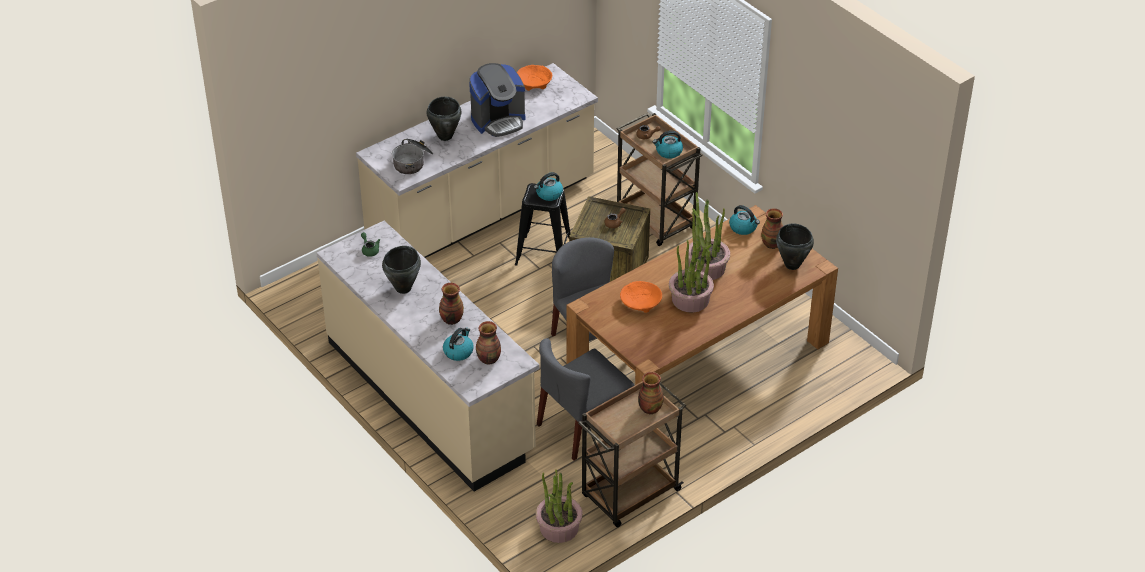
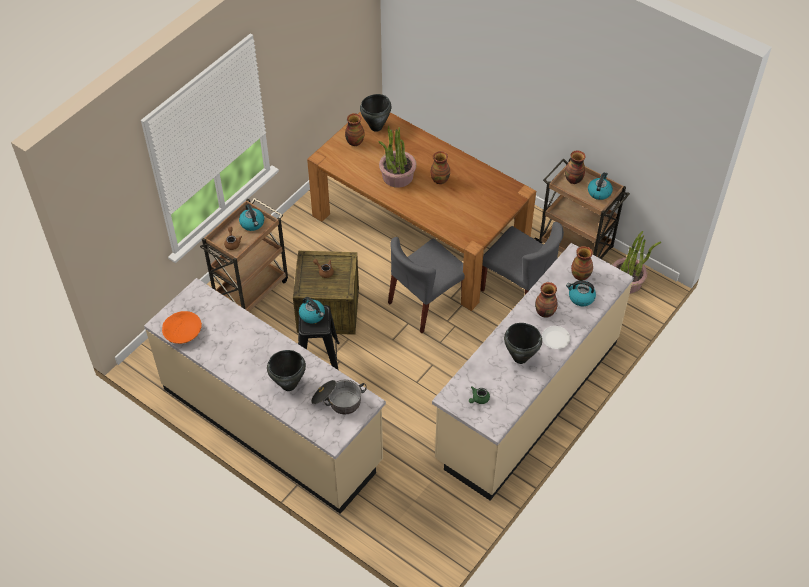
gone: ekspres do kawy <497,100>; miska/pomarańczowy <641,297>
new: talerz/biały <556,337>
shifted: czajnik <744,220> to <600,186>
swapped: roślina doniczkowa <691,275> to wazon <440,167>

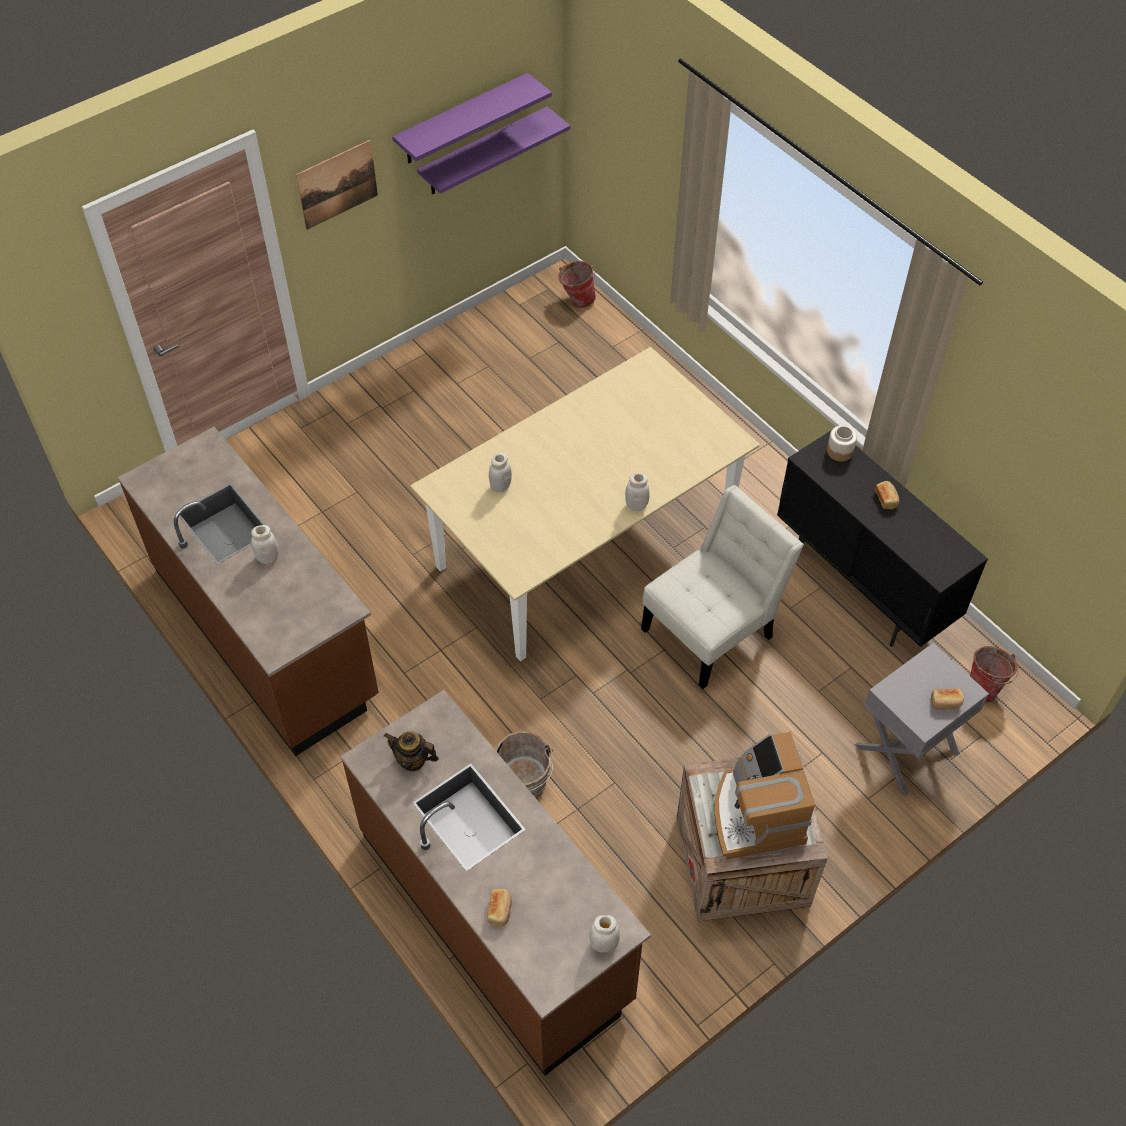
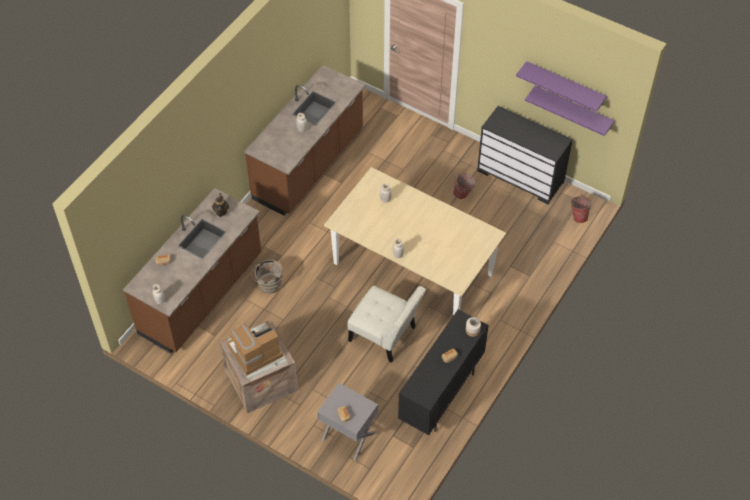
gone: obraz <337,185>
new: komoda/czarny <525,155>
shifted: wiadro <994,674> to <464,186>

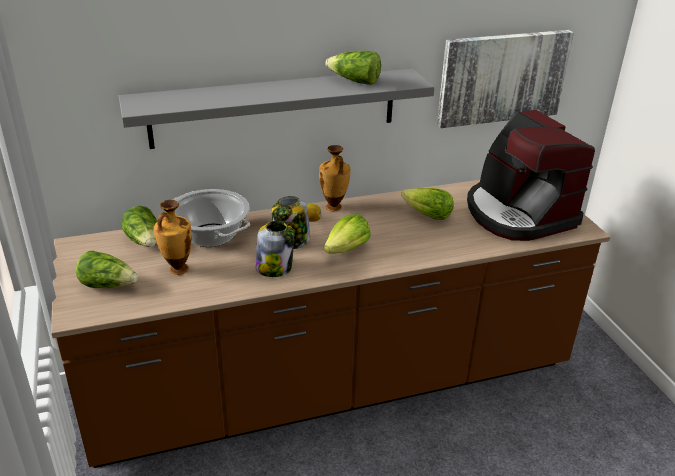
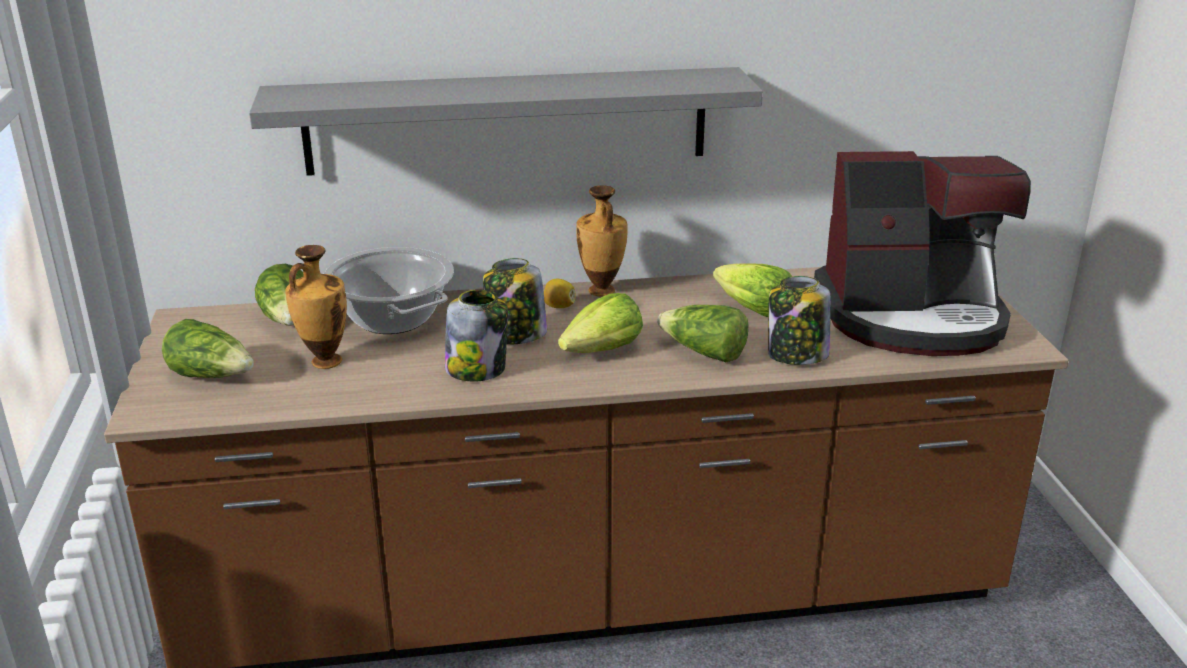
gone: obraz <505,79>
new: słoik <799,320>
shifted: sałata <353,68> to <702,333>
rotated: ekspres do kawy <531,175> = <922,253> 75 degrees counterclockwise

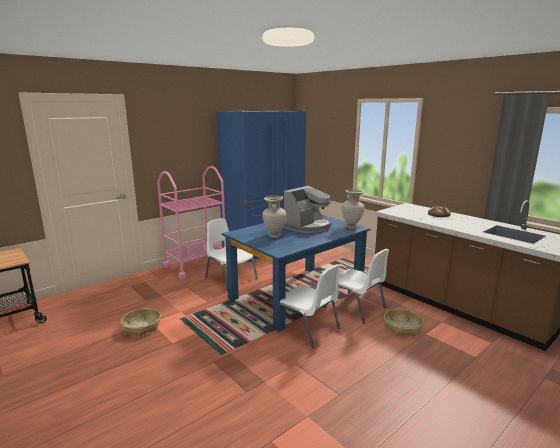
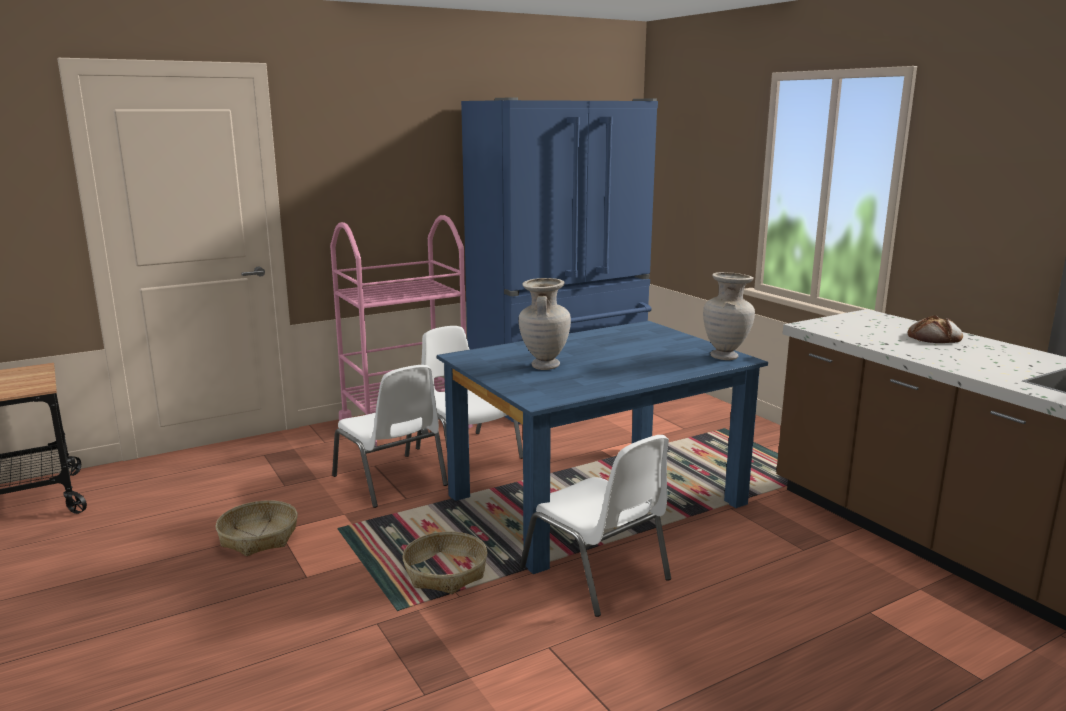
gone: ekspres do kawy <307,209>
shifted: krzesło/biały <356,286> to <390,436>; koszyk <404,322> to <445,563>

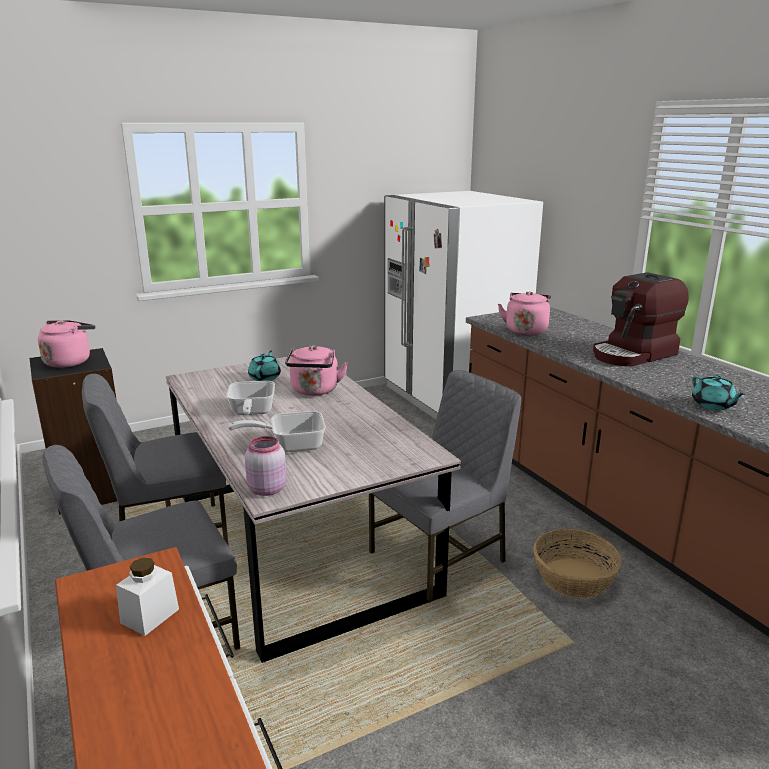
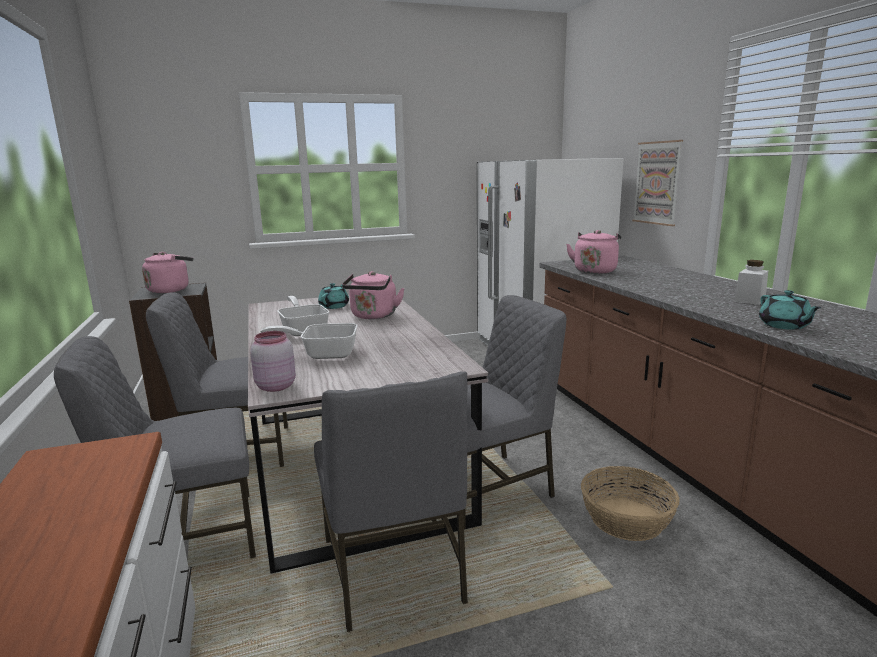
gone: ekspres do kawy <641,319>
new: krzesło/szary <391,501>; obraz <657,183>
shifted: słoik/biały <147,597> to <751,282>
rotated: patelnia <250,398> = <303,316> 150 degrees clockwise

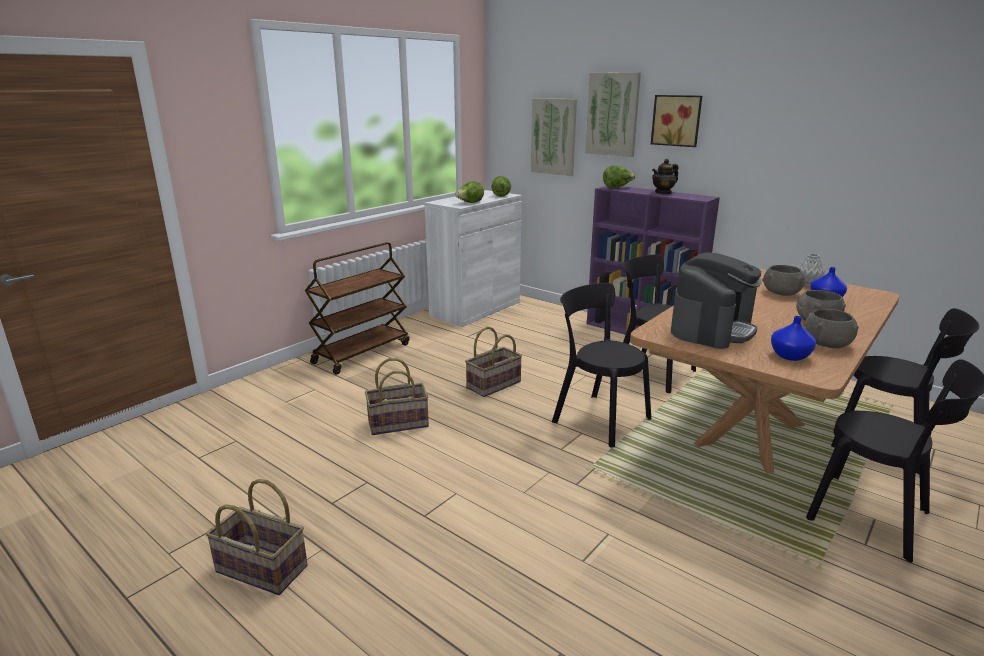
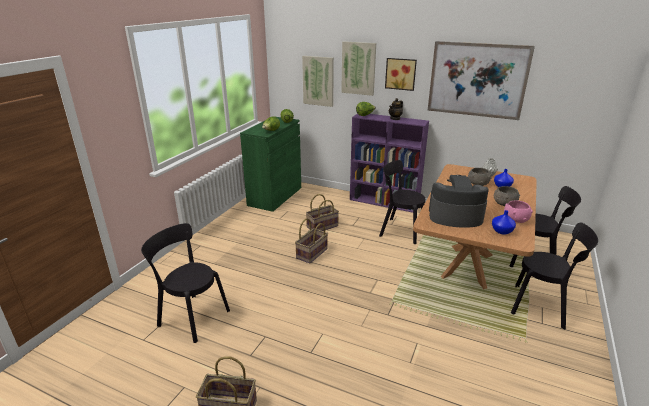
gone: wózek/brązowy <357,308>
new: obraz <481,80>
shifted: krzesło/czarny <601,365> to <185,283>; koszyk <397,396> to <322,212>
repainted: szafka/biały <473,258> to szafka/zielony <270,164>; miska/szary <831,328> to miska/różowy <518,211>
rotated: ekspres do kawy <716,300> = <459,201> 105 degrees counterclockwise

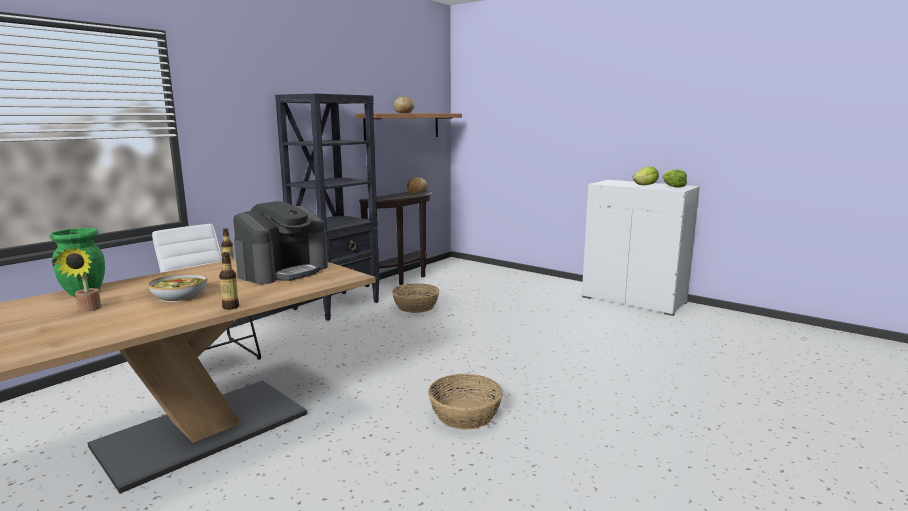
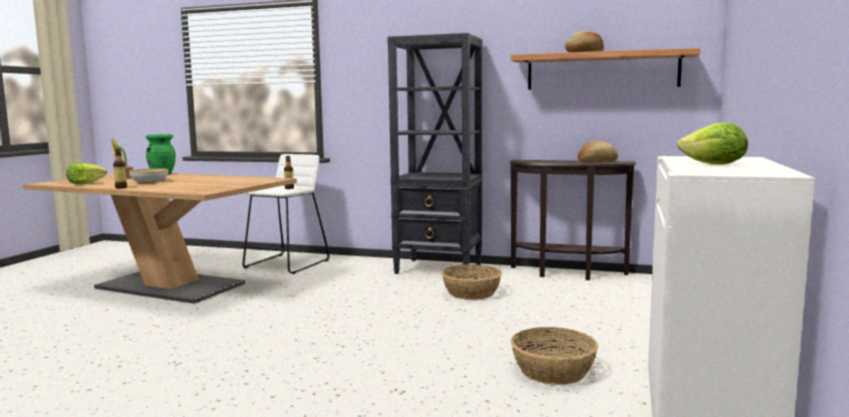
gone: ekspres do kawy <280,242>
shifted: sałata <675,178> to <86,173>; koszyk <465,402> to <554,356>

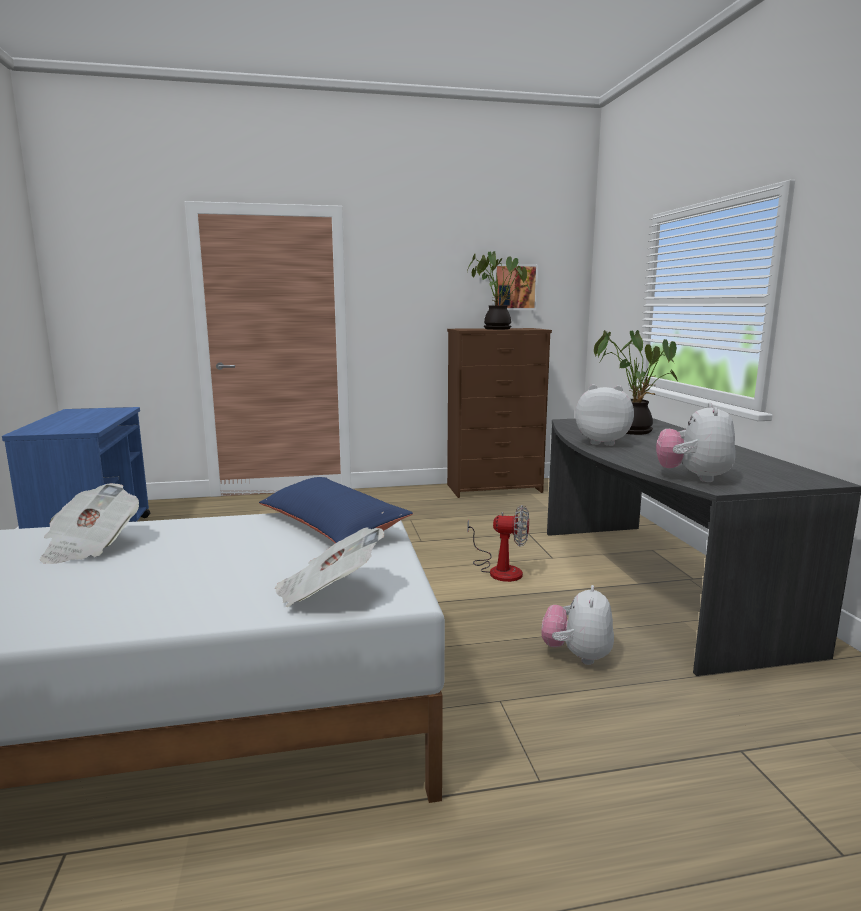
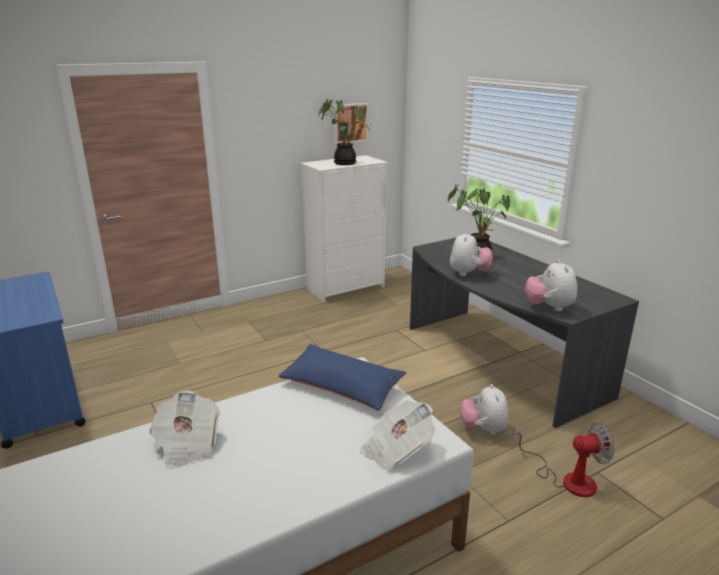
shifted: wentylator <498,543> to <564,459>
repainted: komoda/brązowy <499,413> to komoda/biały <344,228>
rotated: pluszak <604,415> = <471,253> 105 degrees clockwise

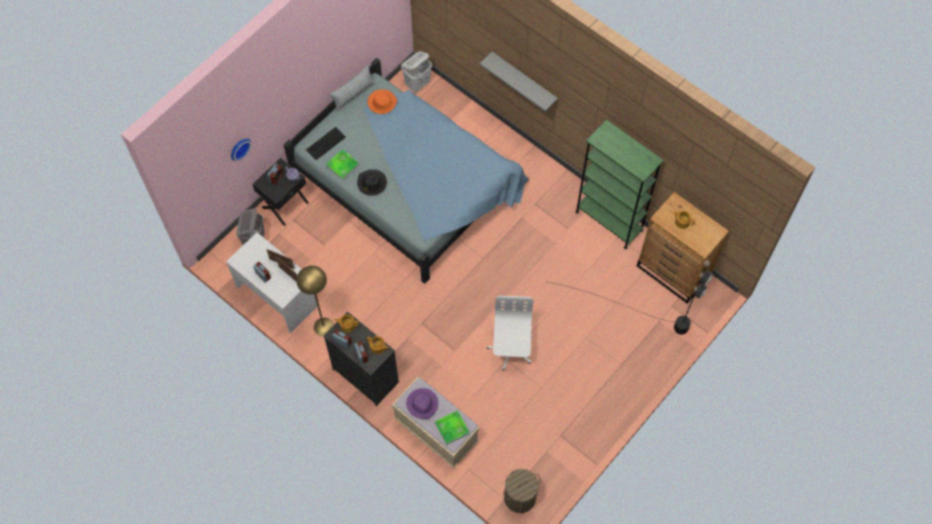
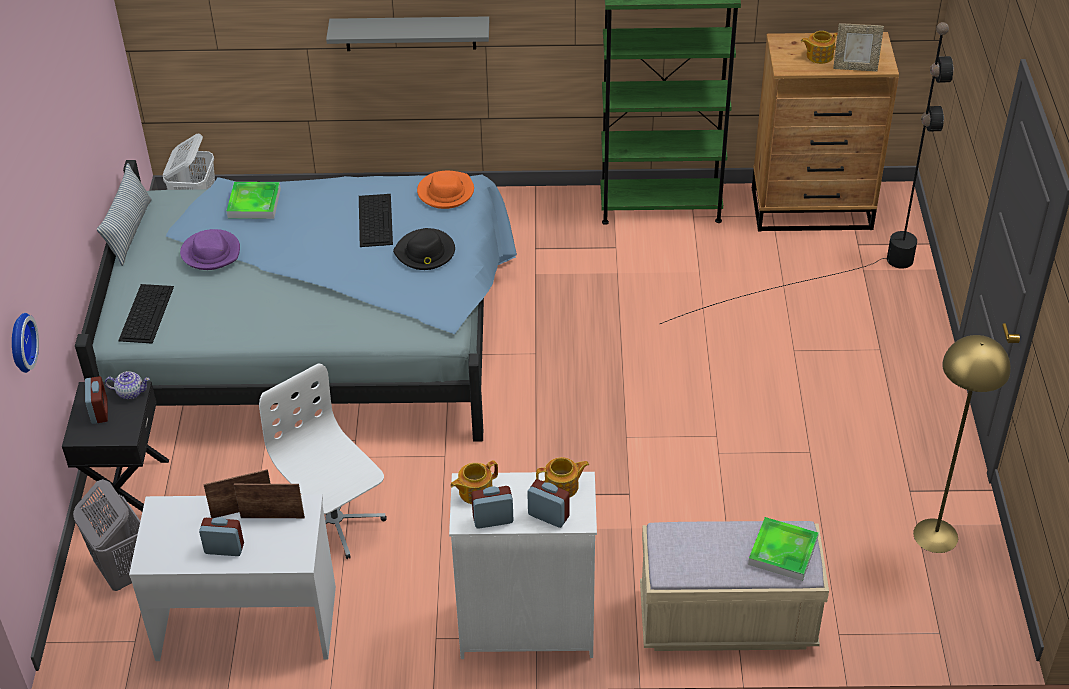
gone: kosz na pranie <522,491>
new: klawiatura <376,220>; ramka na zdjęcie <858,47>
shifted: kapelusz/fioletowy <422,403> to <210,249>; taca <343,164> to <254,200>; krzesło biurowe/biały <510,333> to <323,461>; kapelusz/czarny <372,182> to <424,249>; kapelusz/pomarańczowy <382,101> to <445,190>; lampa stojąca/żółty <315,301> to <962,444>
repainted: komoda/czarny <361,359> to komoda/biały <523,565>

